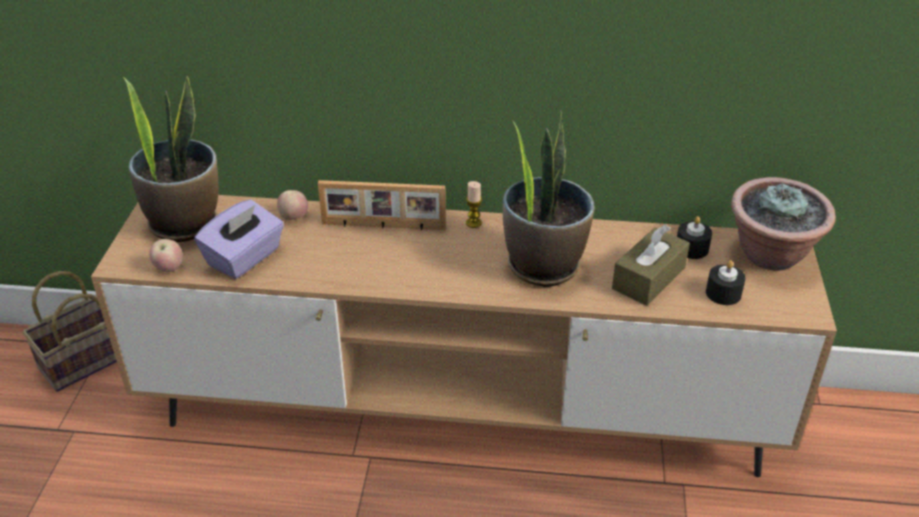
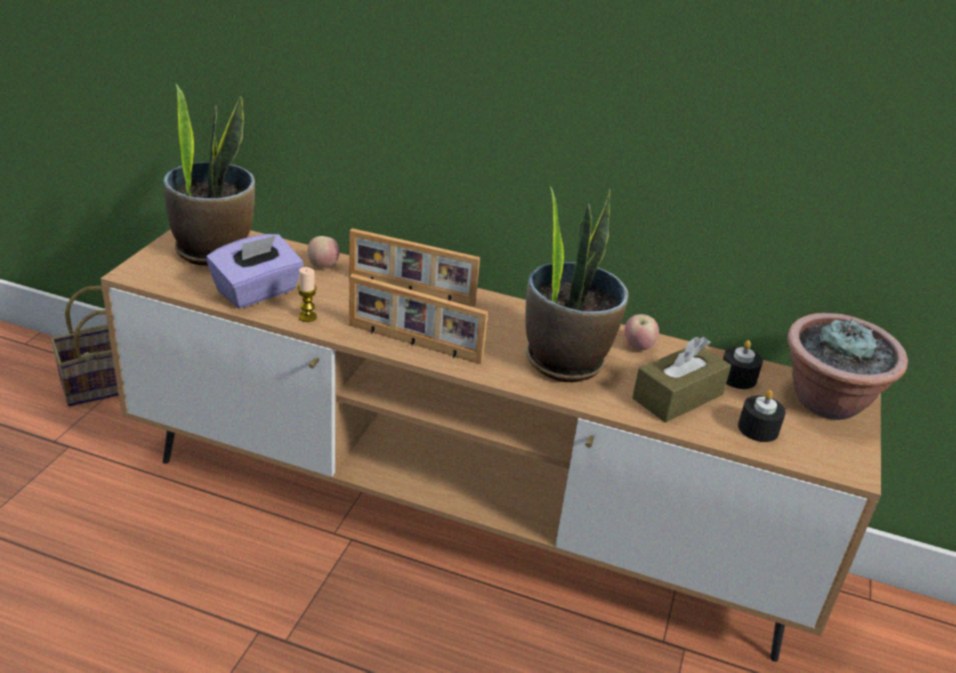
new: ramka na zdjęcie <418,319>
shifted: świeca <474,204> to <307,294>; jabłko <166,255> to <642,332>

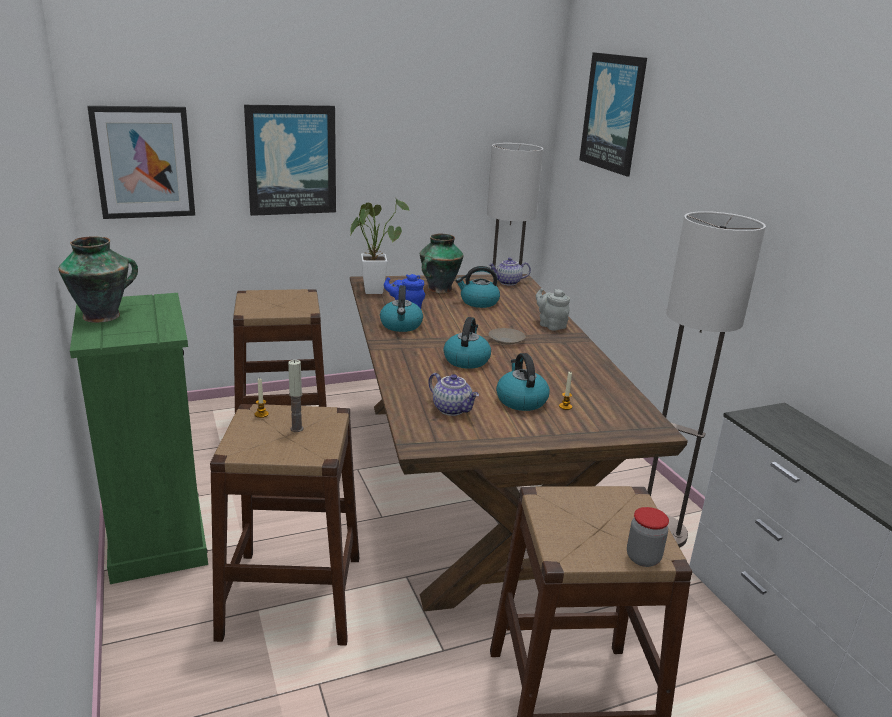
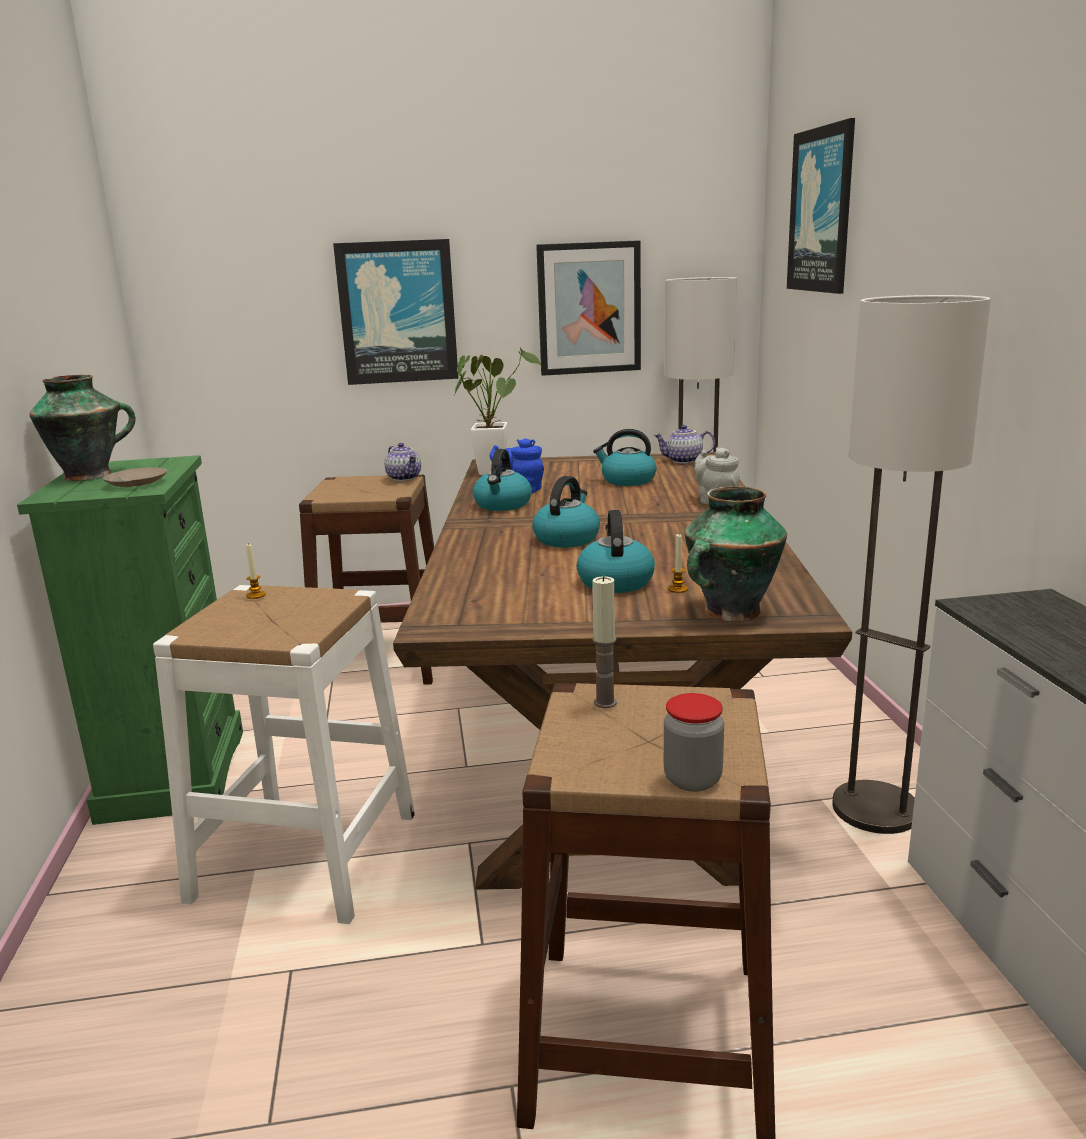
shifted: talerz/beżowy <507,336> to <135,477>; imbryk <453,394> to <402,462>; obraz <141,162> to <588,308>; świeca <295,396> to <604,642>; wazon <442,263> to <735,554>
repainted: stołek/brązowy <284,525> to stołek/biały <284,754>

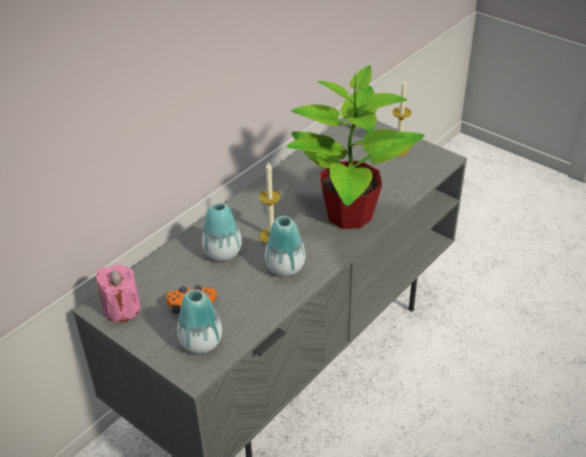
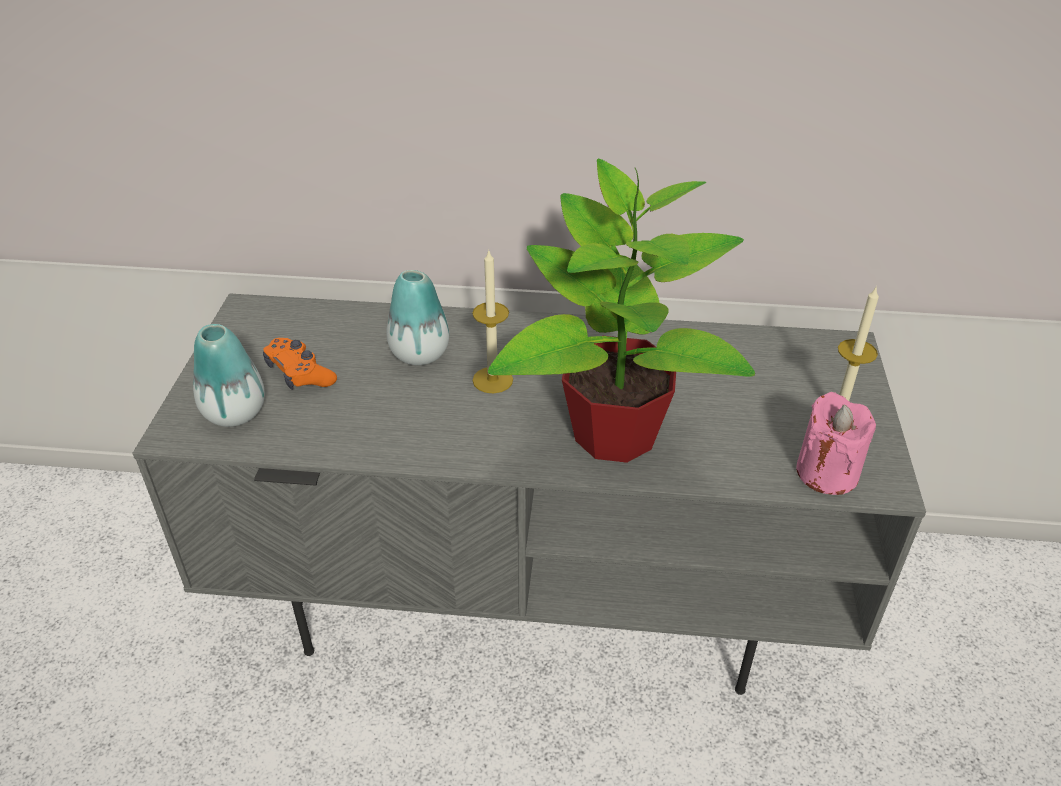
gone: wazon <285,246>
shifted: świeca/różowy <118,293> to <836,443>

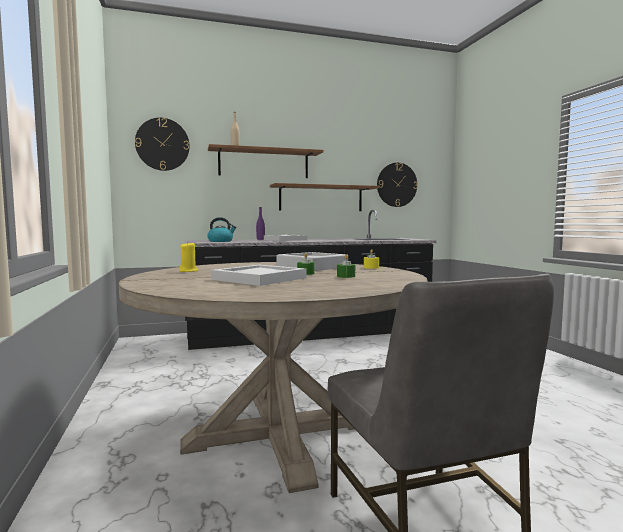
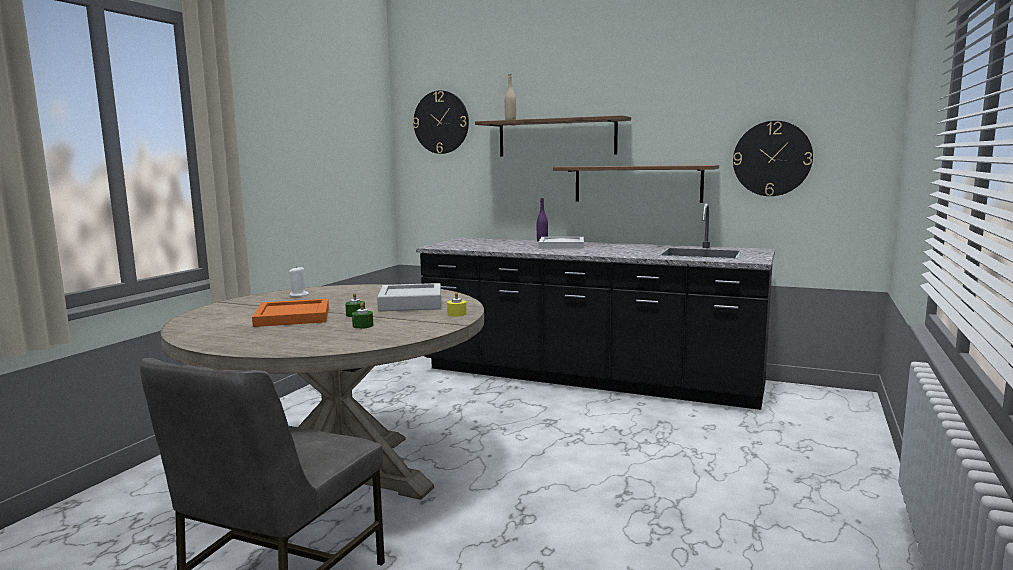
gone: czajnik <222,229>
repainted: taca/biały <259,275> to taca/pomarańczowy <290,313>; świeca/żółty <188,257> to świeca/biały <299,282>

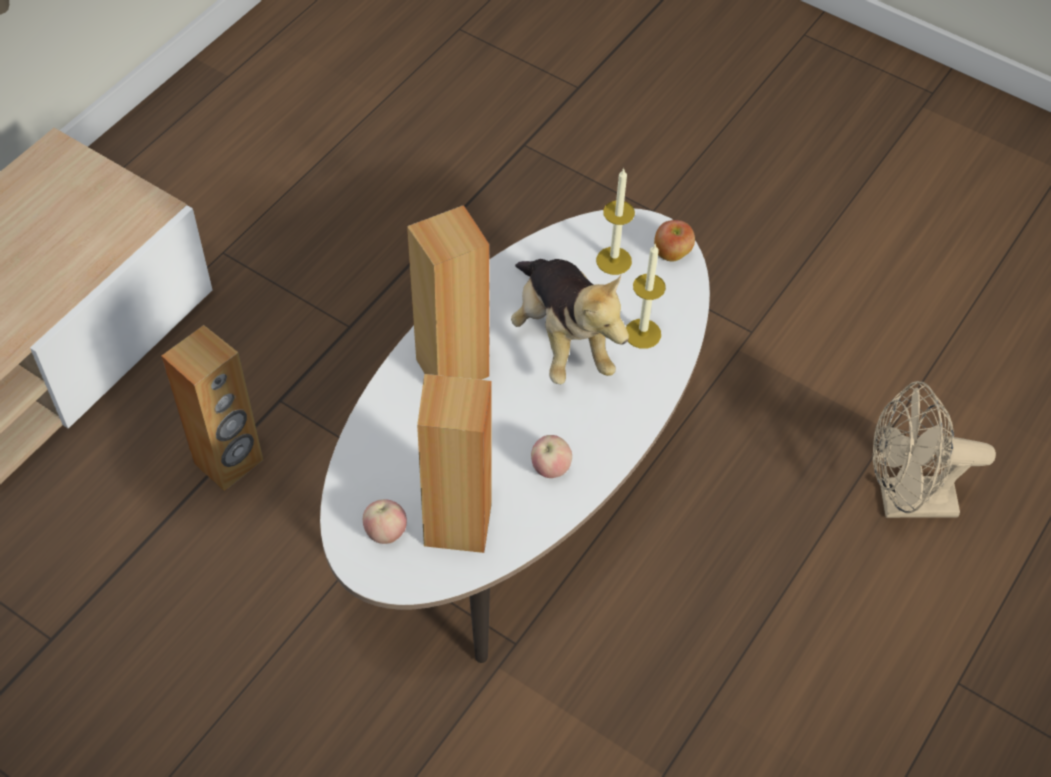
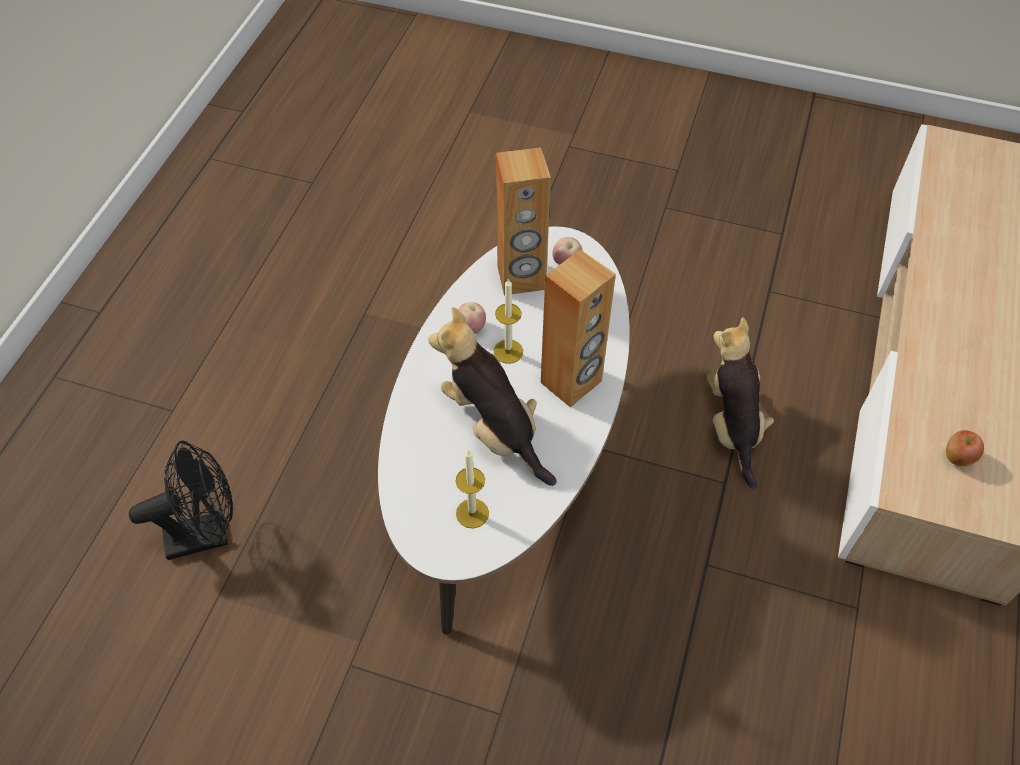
shifted: świeca <646,296> to <508,321>; jabłko <674,241> to <965,448>
swapped: głośnik/brązowy <212,408> to pluszak <740,403>
repainted: wentylator/beżowy <934,449> to wentylator/czarny <181,500>

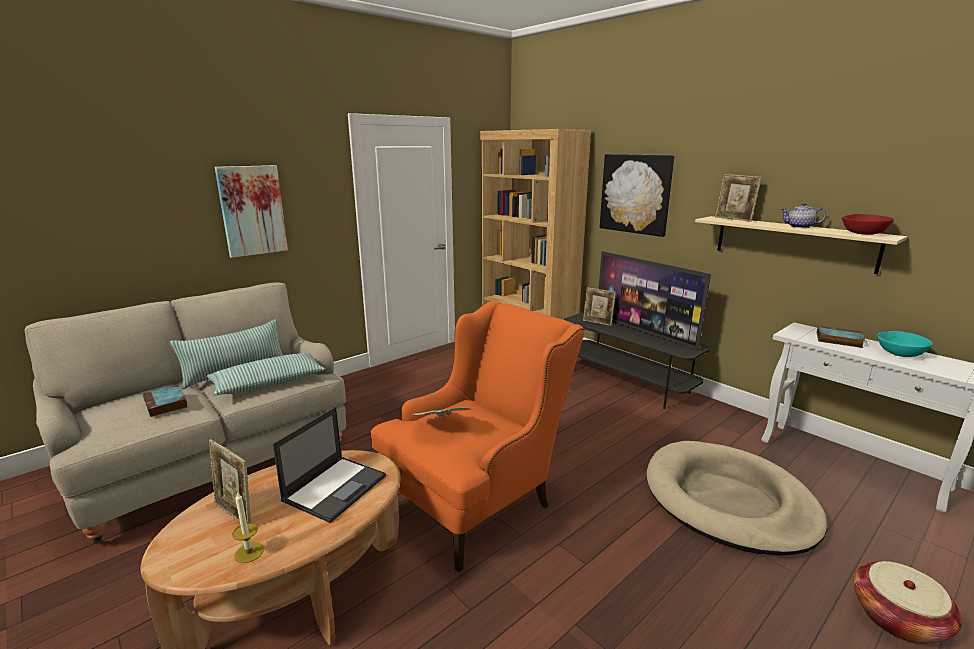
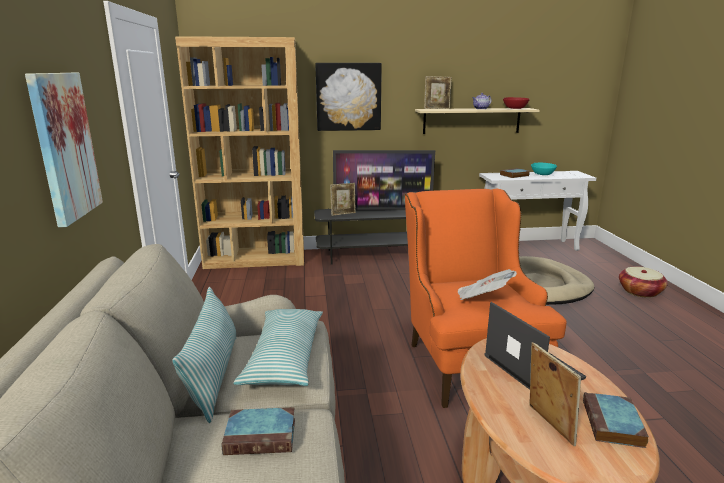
swapped: świeca <248,527> to książka <616,420>
rotated: ramka na zdjęcie <230,481> = <555,394> 90 degrees counterclockwise

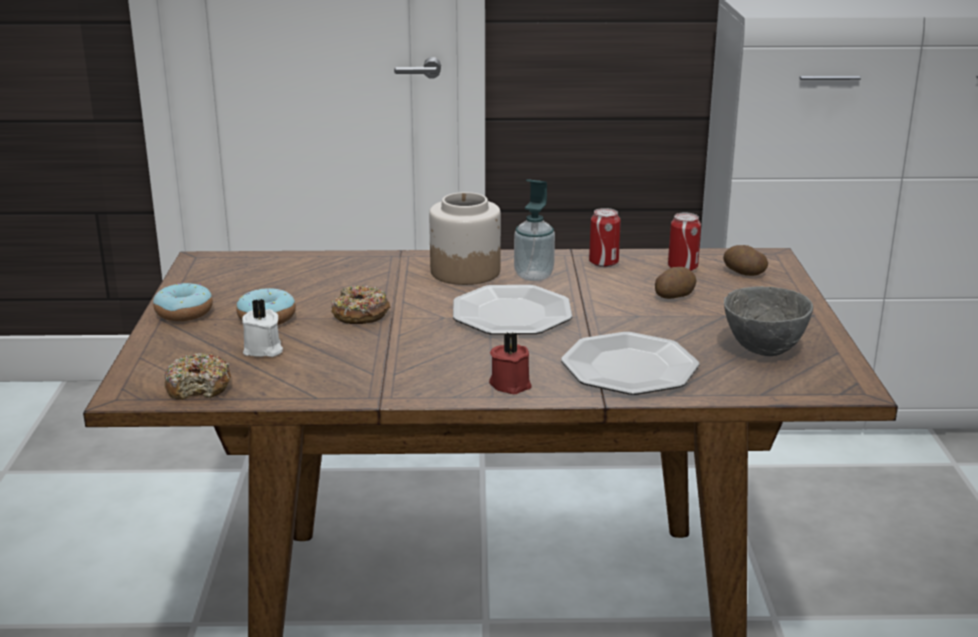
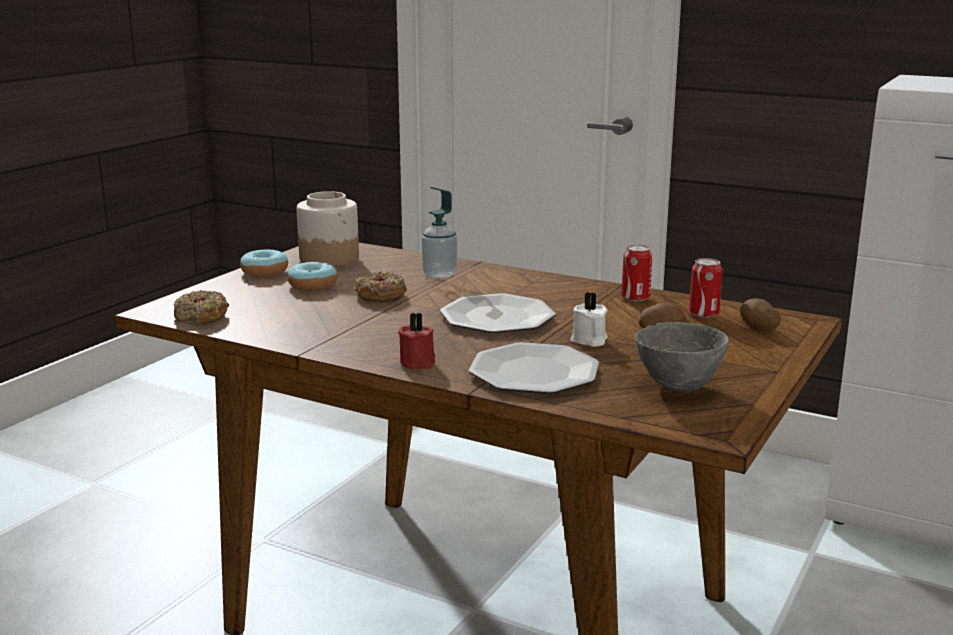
shifted: słoik <465,238> to <328,229>; dozownik mydła <534,230> to <439,233>; świeca/biały <262,328> to <589,319>

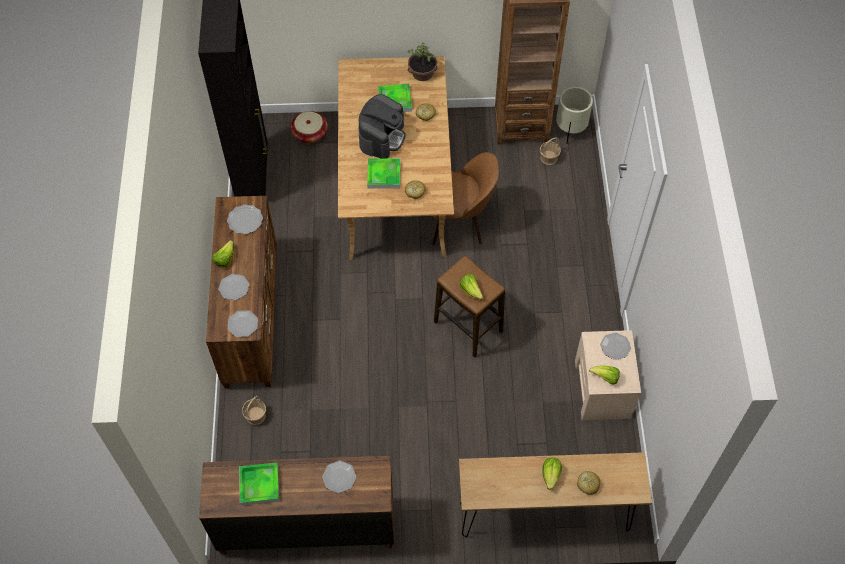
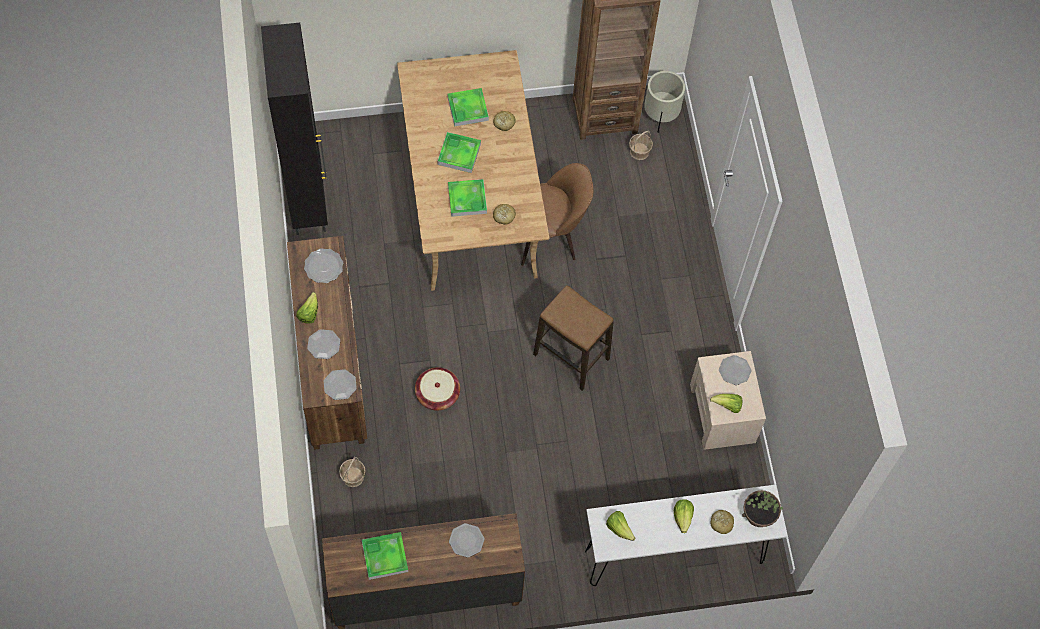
shifted: koszyk <309,127> to <437,389>; sałata <472,287> to <621,526>; roślina doniczkowa <422,61> to <762,508>
swapped: ekspres do kawy <382,126> to taca <459,152>
repainted: stolik konsolowy/brązowy <555,494> to stolik konsolowy/biały <686,535>

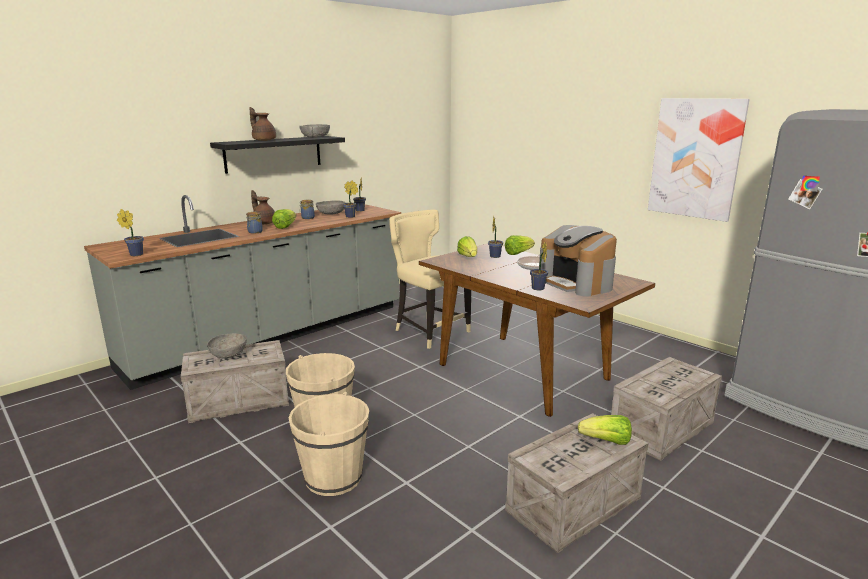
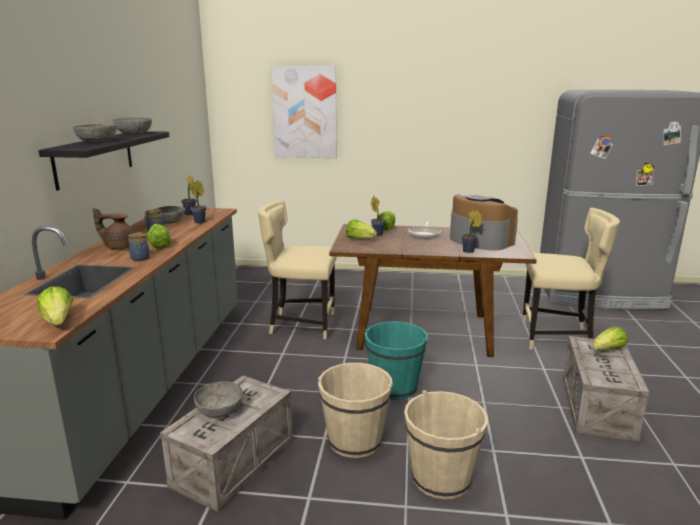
new: wiadro/turkusowy <396,360>
shifted: obraz <699,160> to <304,112>
swapped: roślina doniczkowa <130,232> to sałata <55,305>; imbryk/brązowy <263,124> to miska/szary <95,133>; skrzynka <666,409> to krzesło/beżowy <571,278>
rotated: ekspres do kawy <578,261> = <484,222> 150 degrees counterclockwise

